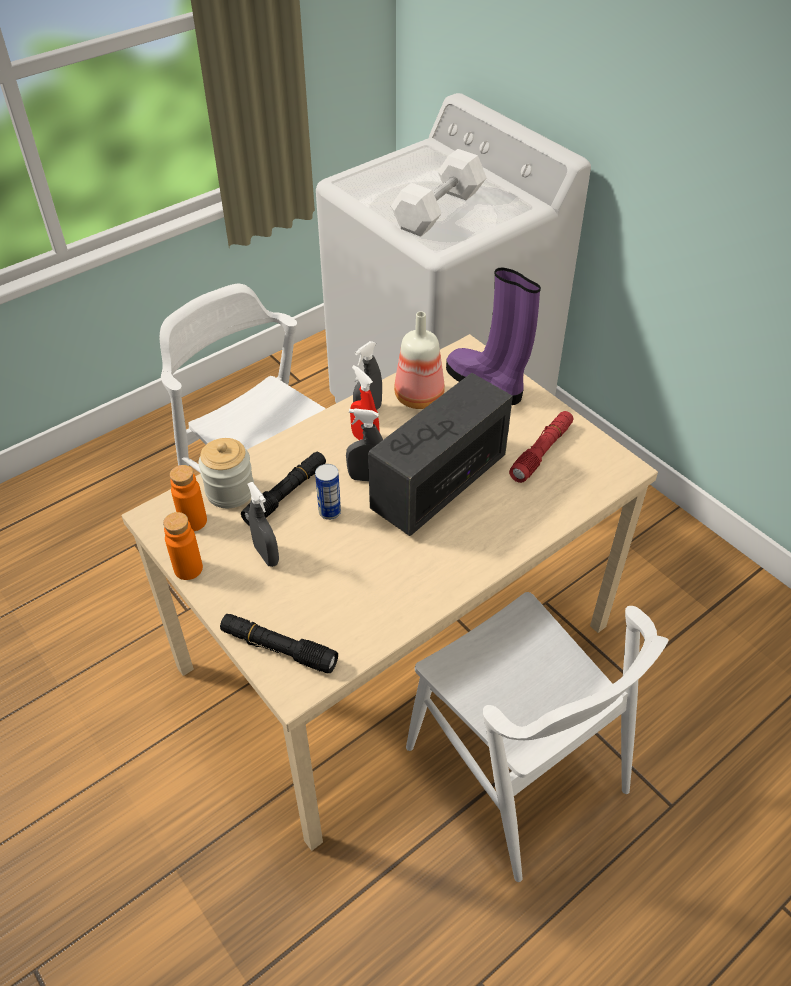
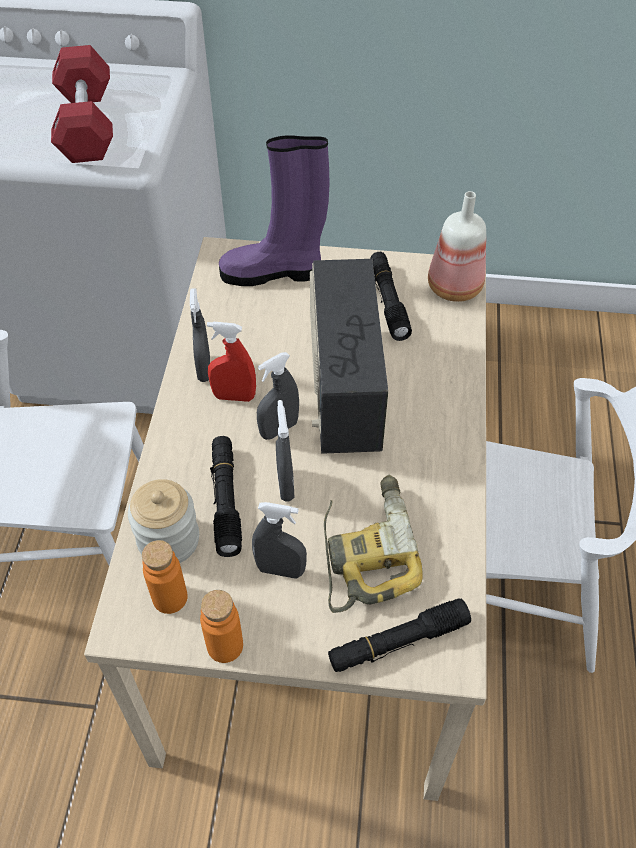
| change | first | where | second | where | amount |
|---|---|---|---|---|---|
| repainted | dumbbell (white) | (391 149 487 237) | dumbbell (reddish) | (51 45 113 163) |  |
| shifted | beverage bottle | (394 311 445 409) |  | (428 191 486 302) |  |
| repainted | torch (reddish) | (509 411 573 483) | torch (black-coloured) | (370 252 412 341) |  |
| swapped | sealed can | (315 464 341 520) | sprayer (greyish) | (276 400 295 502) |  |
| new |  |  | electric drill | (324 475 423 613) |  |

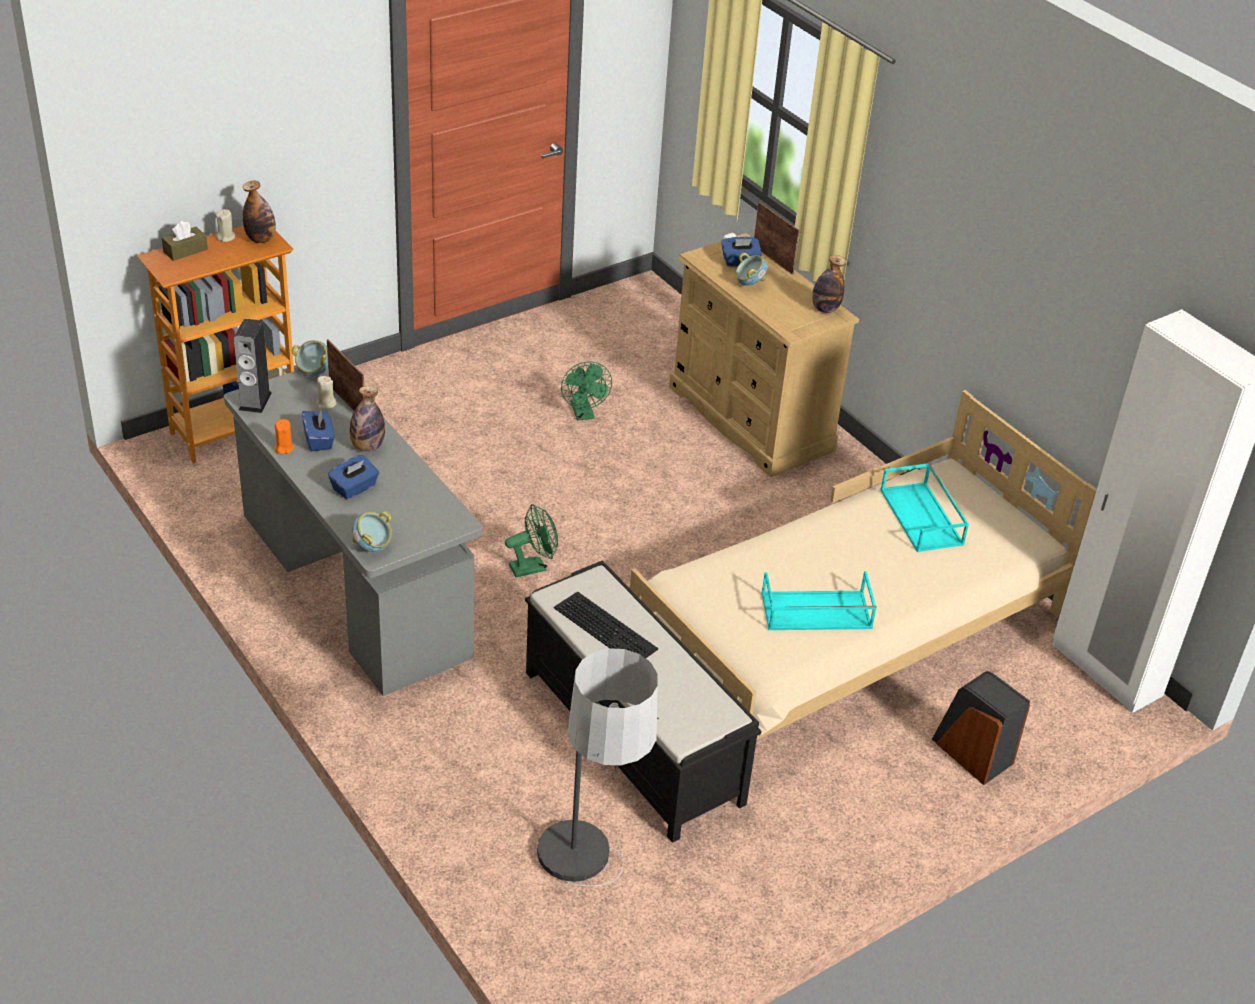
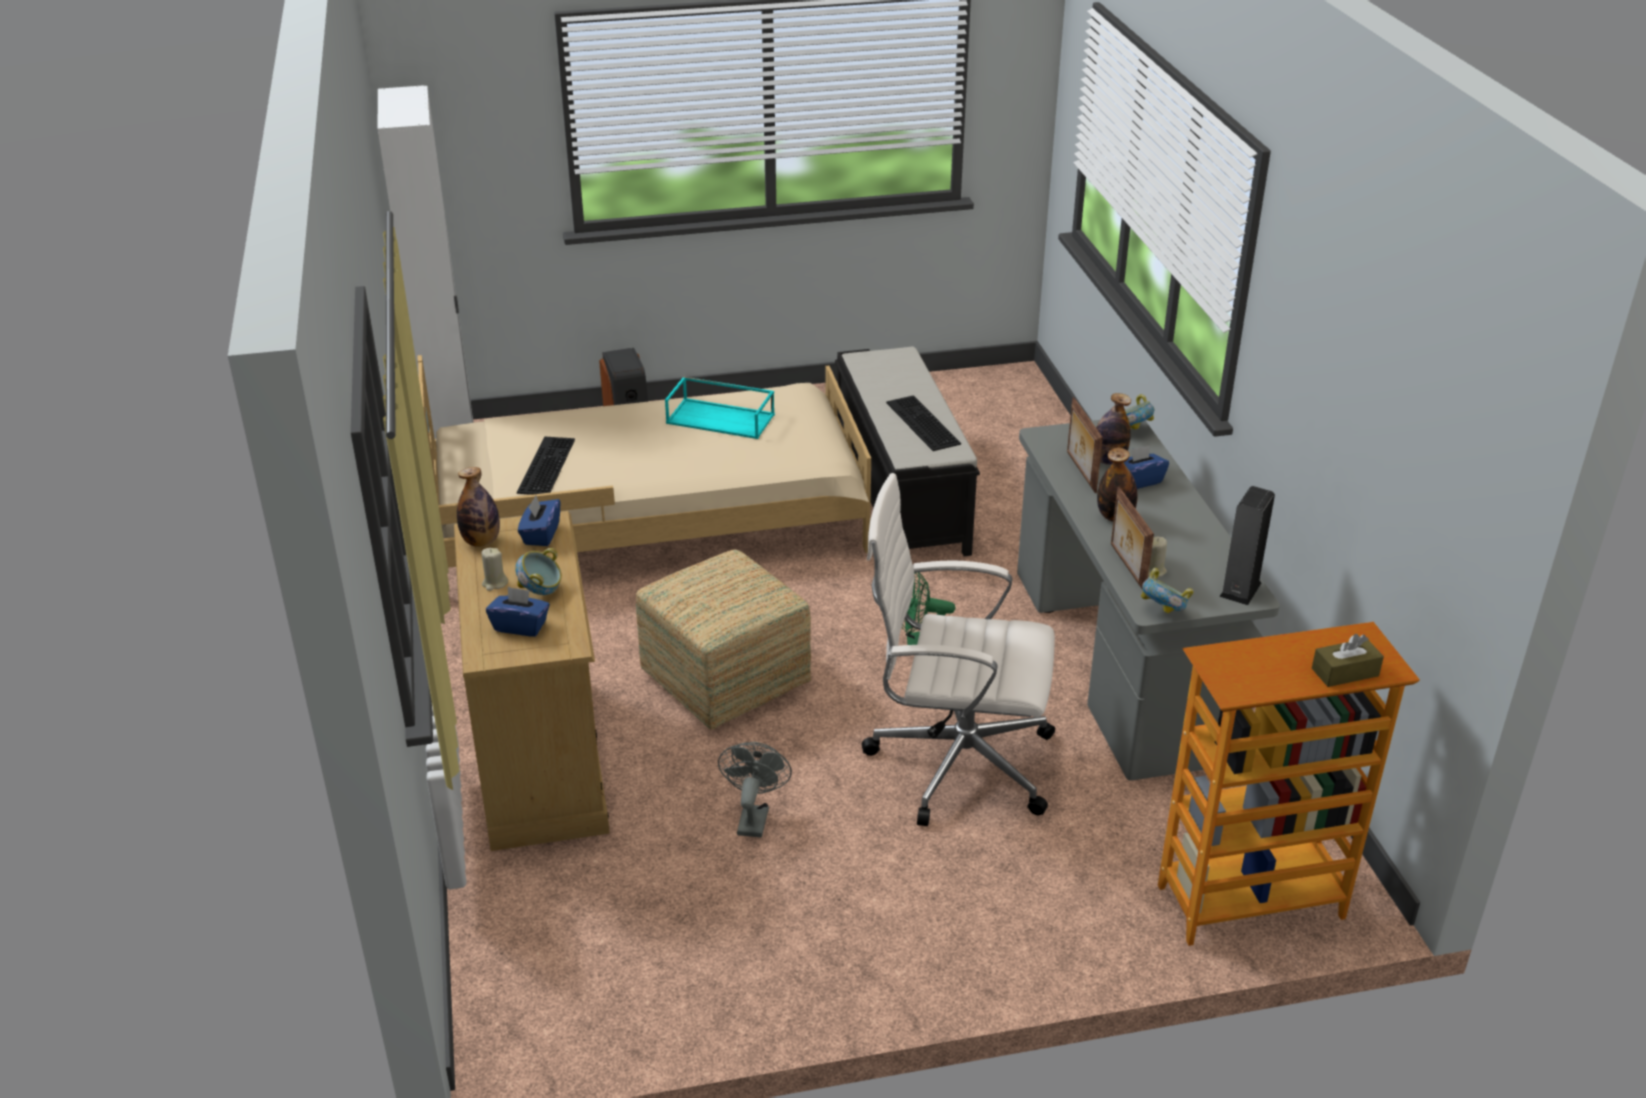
| change | first | where | second | where | amount |
|---|---|---|---|---|---|
| shifted | beverage bottle | (243 180 276 243) |  | (1096 393 1131 465) |  |
| shifted | photo frame | (754 202 800 275) |  | (1067 397 1103 493) |  |
| shifted | wax light (sand-coloured) | (216 209 235 242) |  | (482 548 508 591) |  |
| repainted | electric fan (green-coloured) | (561 362 612 421) | electric fan (greyish) | (718 742 792 838) |  |
| shifted | tissue box (blue-coloured) | (302 410 334 451) |  | (518 495 560 546) |  |
| gone | wax light (orange) | (274 419 294 454) |  |  |  |
| swapped | tray (turquoise-coloured) | (880 463 969 552) | computer keyboard | (517 436 575 495) |  |
| gone | floor lamp | (537 648 659 886) |  |  |  |
| new |  |  | computer chair (white) | (861 473 1055 826) |  |
| new |  |  | ottoman | (636 550 811 729) |  |

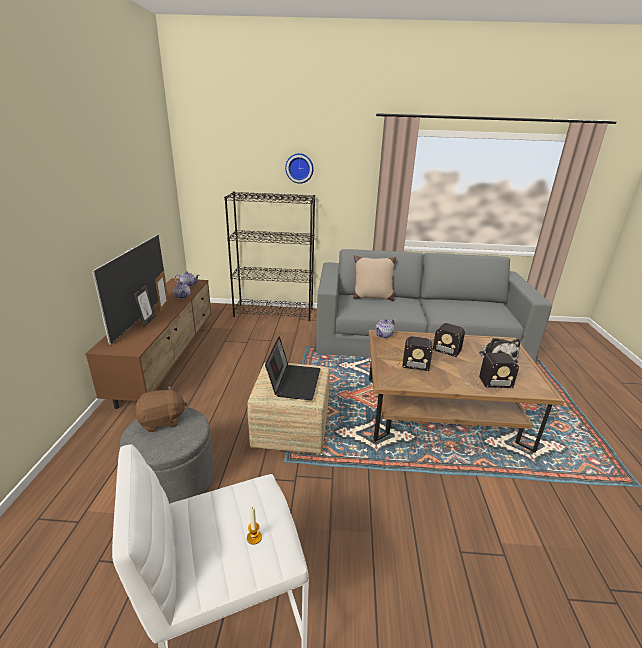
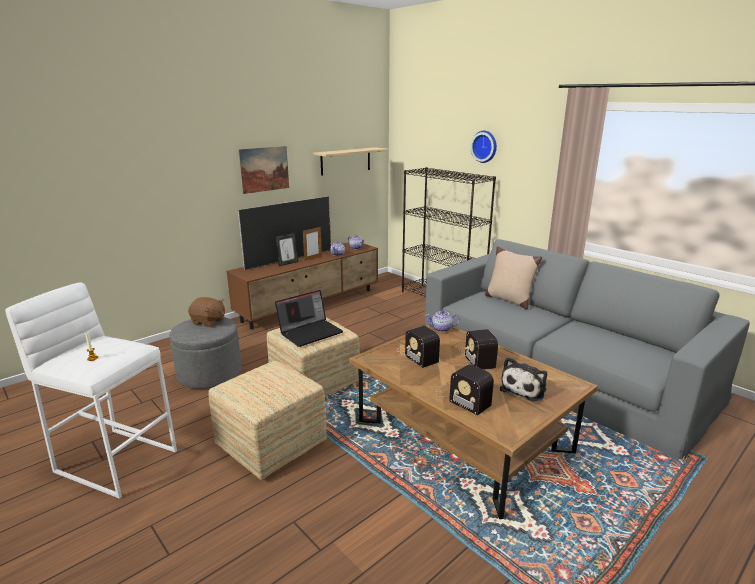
| change | first | where | second | where | amount |
|---|---|---|---|---|---|
| new |  |  | wall picture | (238 146 289 194) |  |
| new |  |  | wall shelf | (313 147 388 176) |  |
| new |  |  | ottoman | (208 361 327 480) |  |

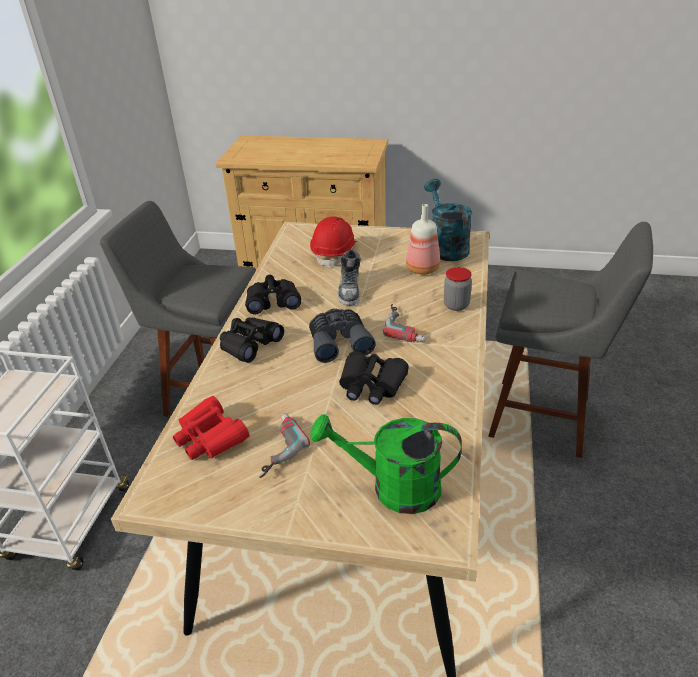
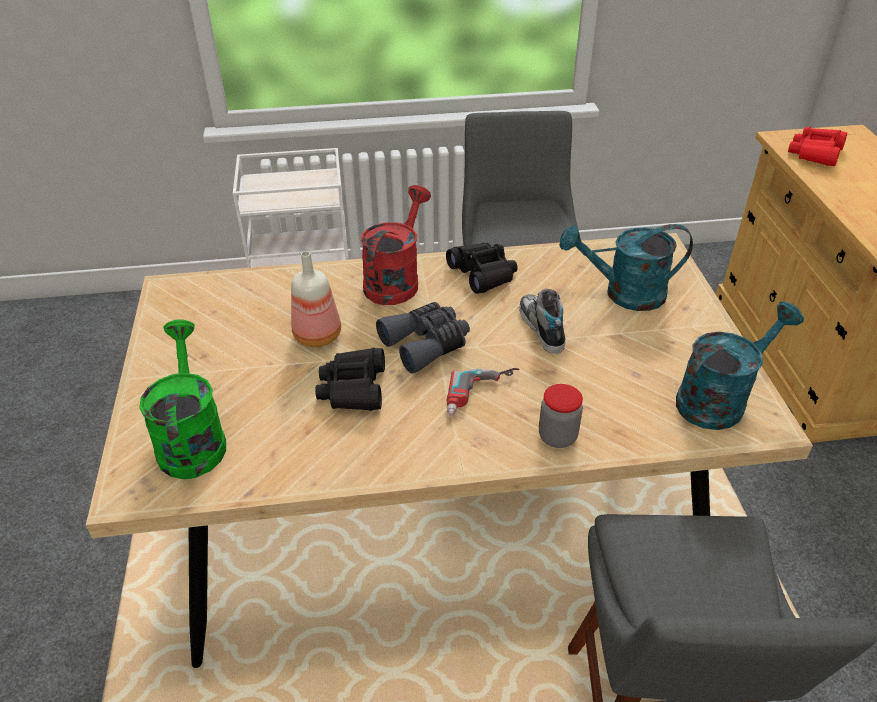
| change | first | where | second | where | amount |
|---|---|---|---|---|---|
| shifted | beverage bottle | (406 204 440 275) |  | (291 251 341 347) |  |
| swapped | work helmet (reddish) | (310 217 357 268) | sprinkling can (turquoise-coloured) | (560 224 693 311) |  |
| rotated | item of footwear | (338 250 361 305) |  | (519 289 565 354) | 90 degrees clockwise |
| swapped | binoculars (black-coloured) | (220 318 284 363) | sprinkling can (reddish) | (361 185 431 305) |  |
| shifted | binoculars (reddish) | (173 396 249 460) |  | (788 126 847 166) |  |
| gone | electric drill | (259 413 310 478) |  |  |  |

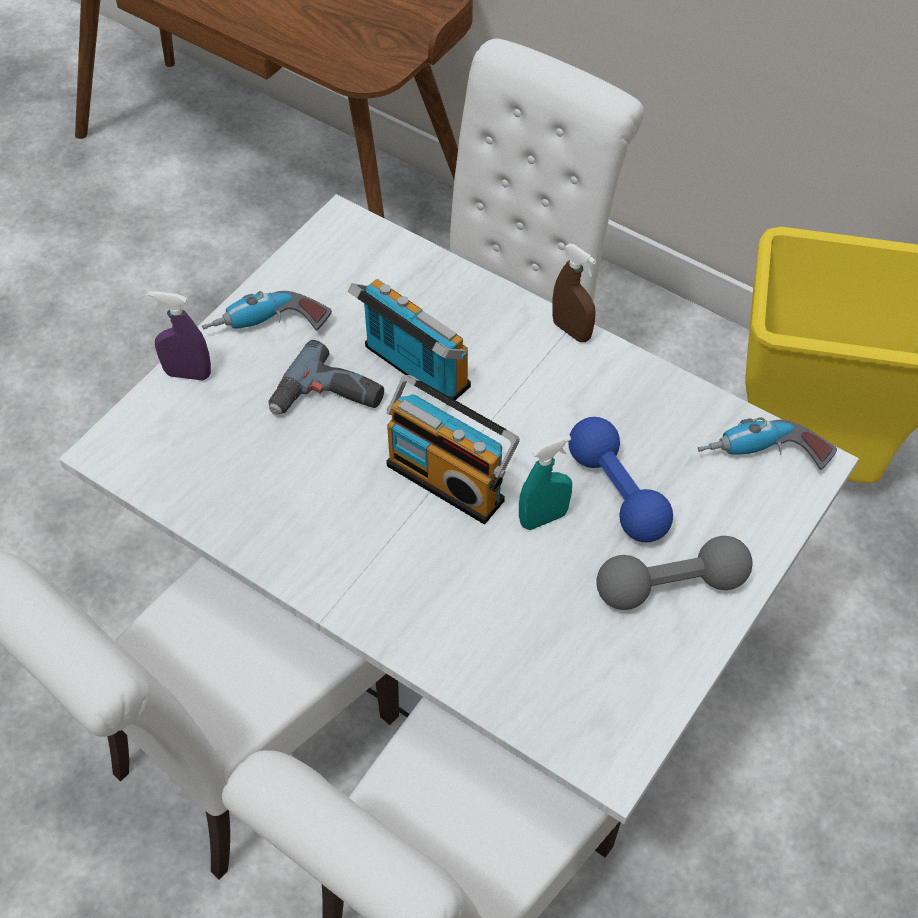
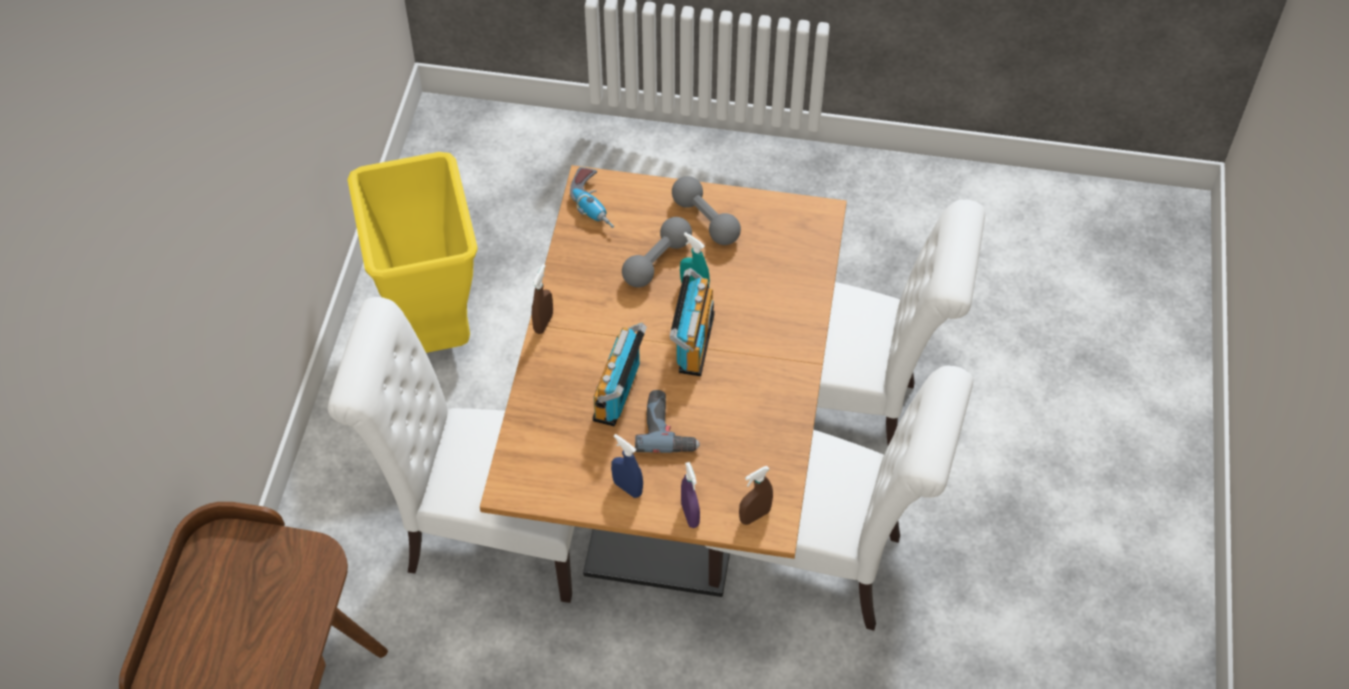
| change | first | where | second | where | amount |
|---|---|---|---|---|---|
| repainted | dinner table (white) | (59 194 859 824) | dinner table (brown) | (480 165 847 597) |  |
| swapped | electric drill | (202 291 332 330) | sprayer (blue-coloured) | (611 434 643 498) |  |
| repainted | dumbbell (blue-coloured) | (568 417 673 543) | dumbbell (greyish) | (622 217 692 287) |  |
| new |  |  | sprayer (brown) | (739 466 773 525) |  |

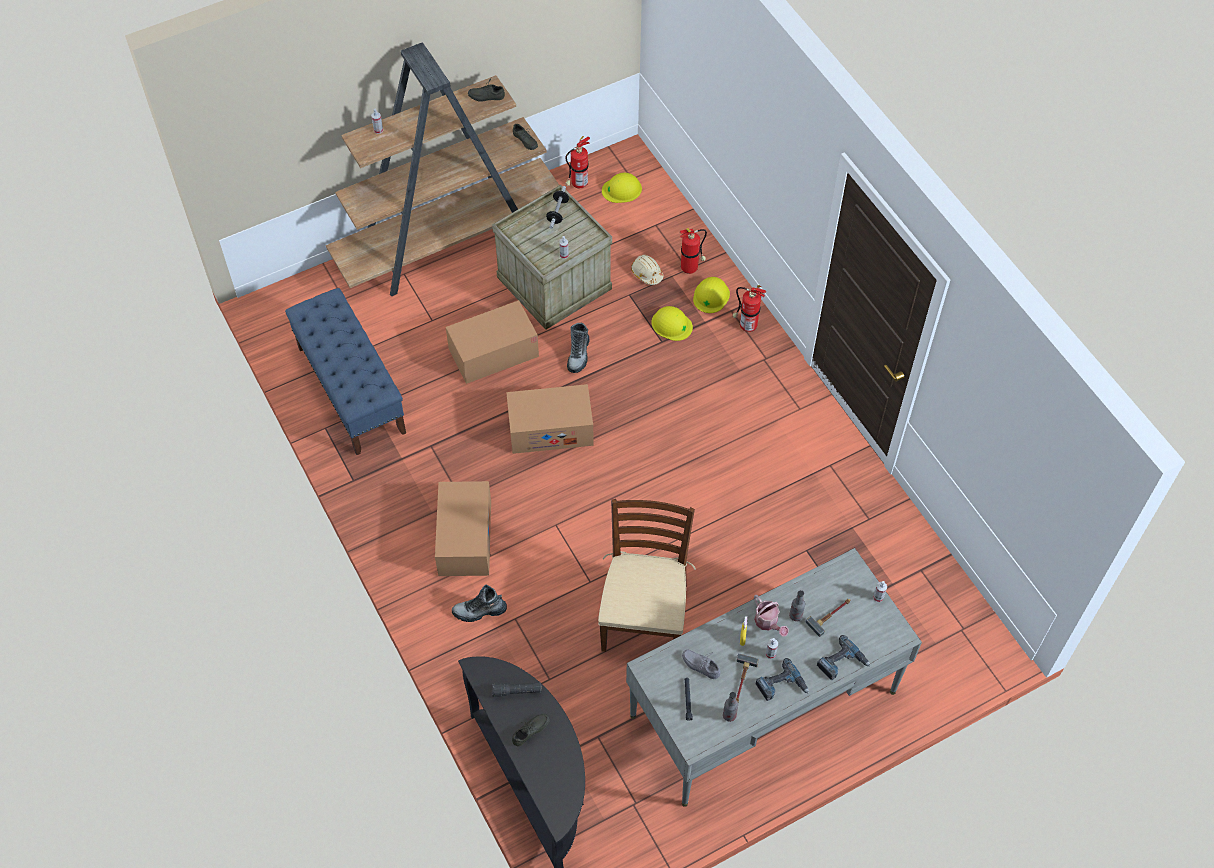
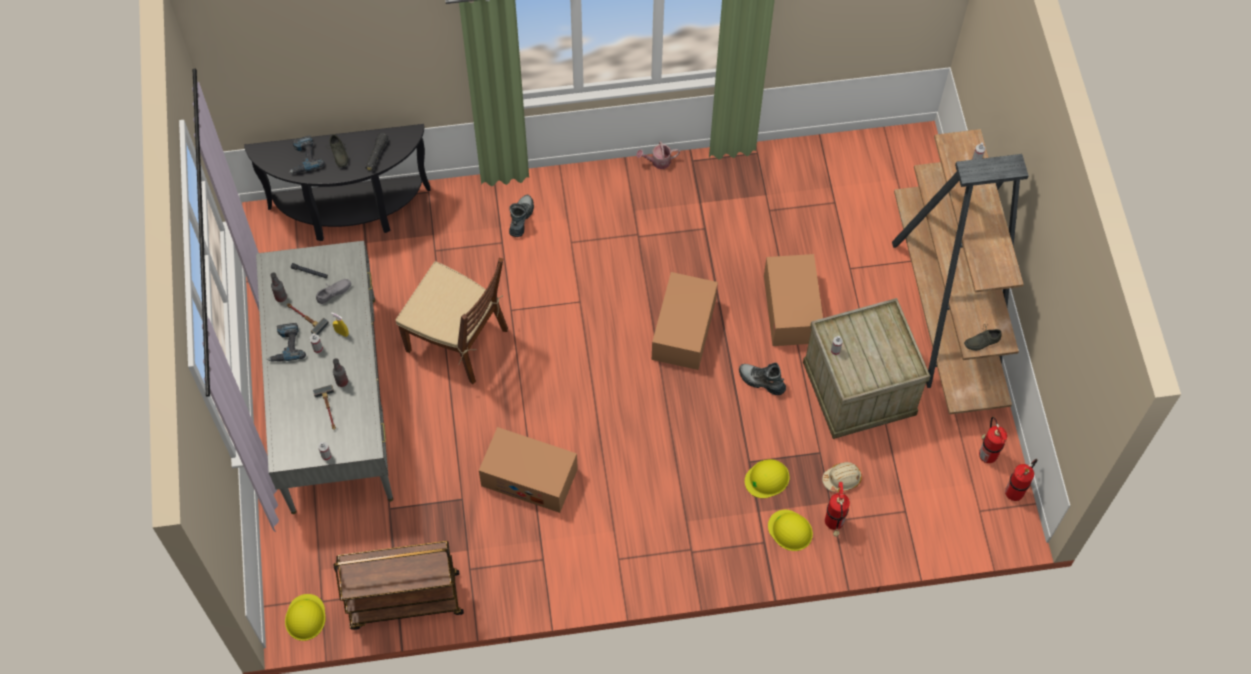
| change | first | where | second | where | amount |
|---|---|---|---|---|---|
| gone | item of footwear (greyish) | (468 79 505 102) |  |  |  |
| shifted | work helmet (yellowish) | (602 173 642 203) |  | (285 594 325 641) |  |
| gone | dumbbell | (546 186 569 229) |  |  |  |
| shifted | fire-fighting cylinder | (732 285 766 332) |  | (1005 459 1038 501) |  |
| gone | indoor bench (blue-coloured) | (285 288 406 455) |  |  |  |
| shifted | cardboard box | (435 481 491 576) |  | (479 427 578 513) |  |
| shifted | sprinkling can | (754 595 788 637) |  | (636 141 680 169) |  |
| shifted | electric drill | (817 635 870 680) |  | (289 136 325 173) |  |
| new |  |  | cart (brown) | (334 541 464 630) |  |

